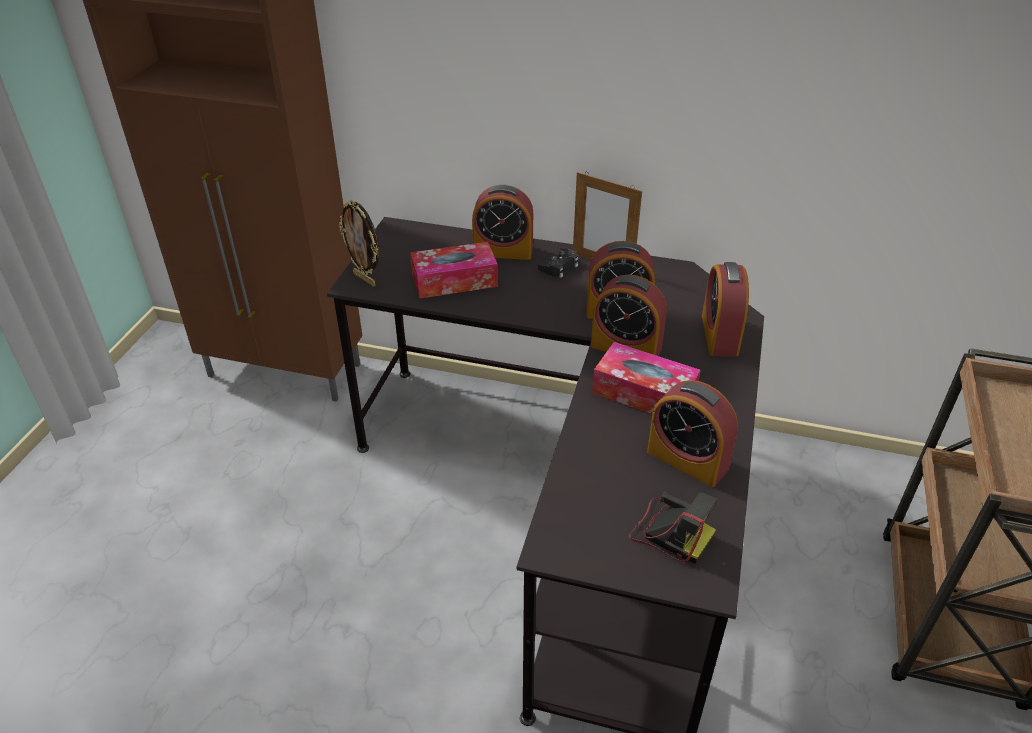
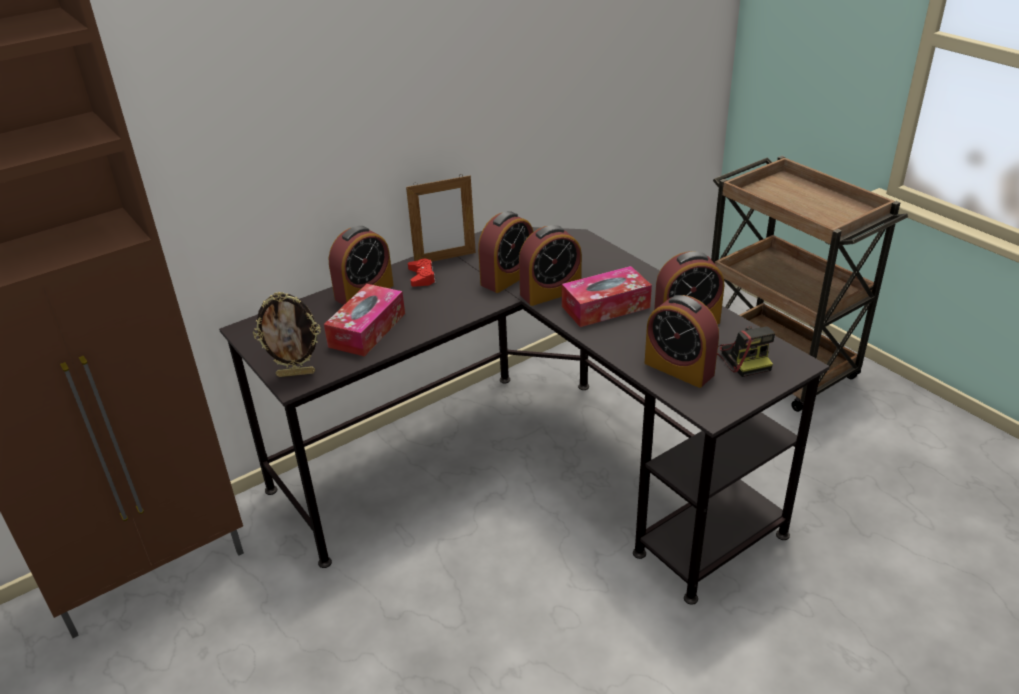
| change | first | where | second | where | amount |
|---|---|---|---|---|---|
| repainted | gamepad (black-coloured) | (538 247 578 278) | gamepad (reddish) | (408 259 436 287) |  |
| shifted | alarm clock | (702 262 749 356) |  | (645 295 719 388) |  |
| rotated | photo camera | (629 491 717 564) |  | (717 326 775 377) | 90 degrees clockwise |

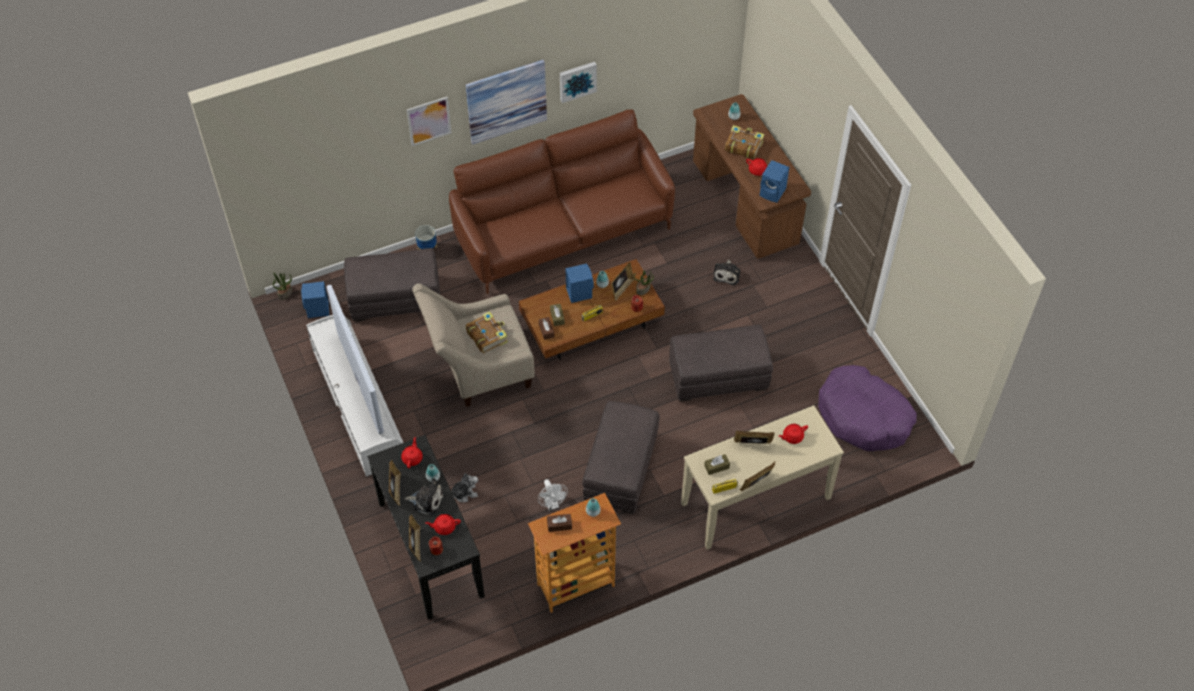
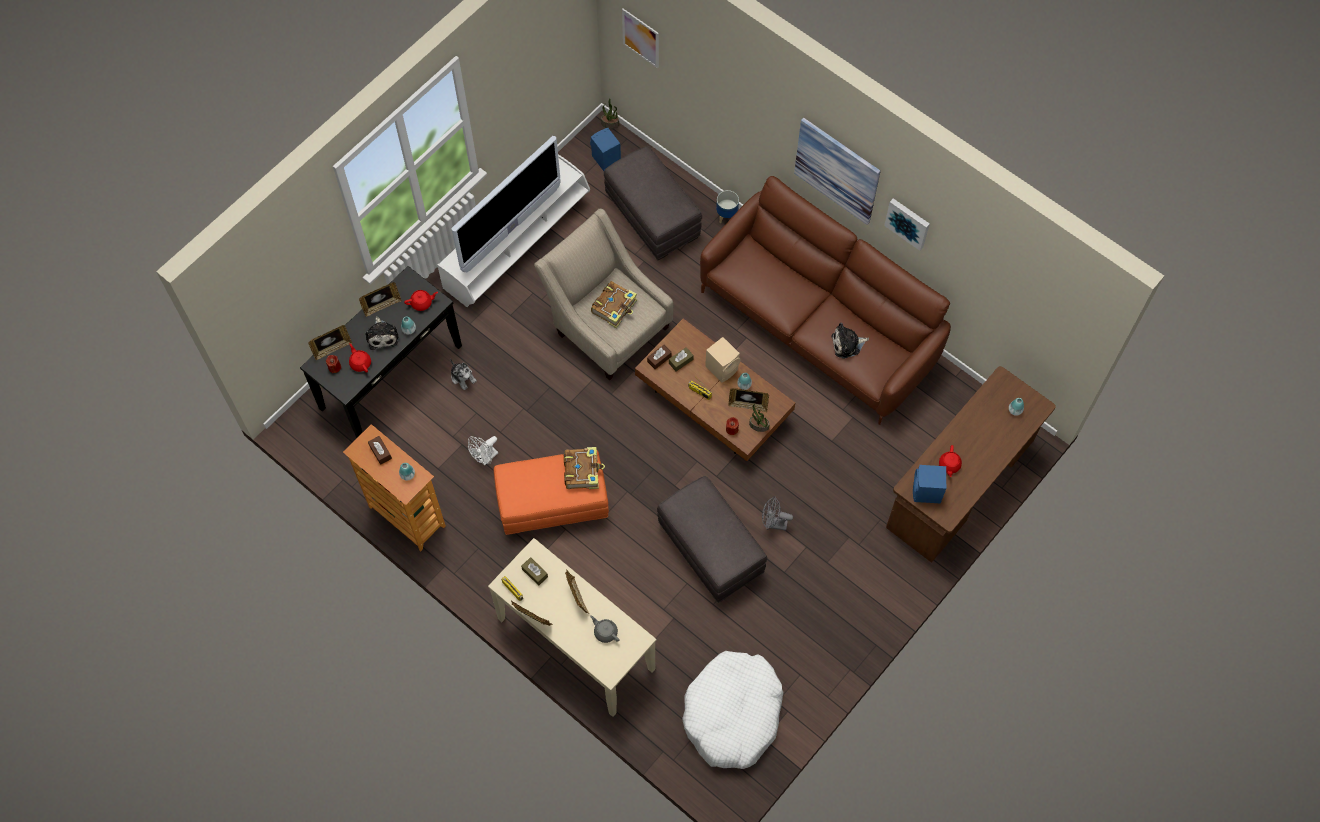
| change | first | where | second | where | amount |
|---|---|---|---|---|---|
| shifted | wall picture | (407 97 452 146) |  | (622 9 659 68) |  |
| shifted | book | (725 125 764 159) |  | (564 447 605 489) |  |
| shifted | plush toy | (713 260 740 285) |  | (831 323 869 358) |  |
| repainted | audio speaker (blue-coloured) | (566 263 594 303) | audio speaker (sand-coloured) | (705 337 740 383) |  |
| repainted | pet bed (purple) | (818 365 917 451) | pet bed (white) | (682 651 783 769) |  |
| repainted | ottoman (greyish) | (582 401 660 514) | ottoman (orange) | (494 450 609 535) |  |
| repainted | tea pot (reddish) | (778 424 808 444) | tea pot (greyish) | (590 615 620 643) |  |
| new |  |  | electric fan (greyish) | (762 496 793 531) |  |

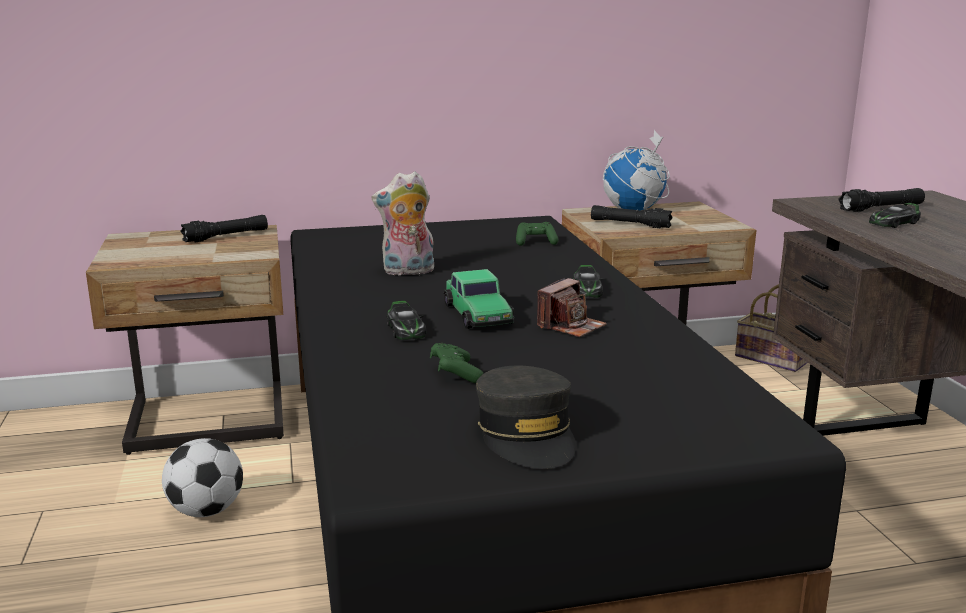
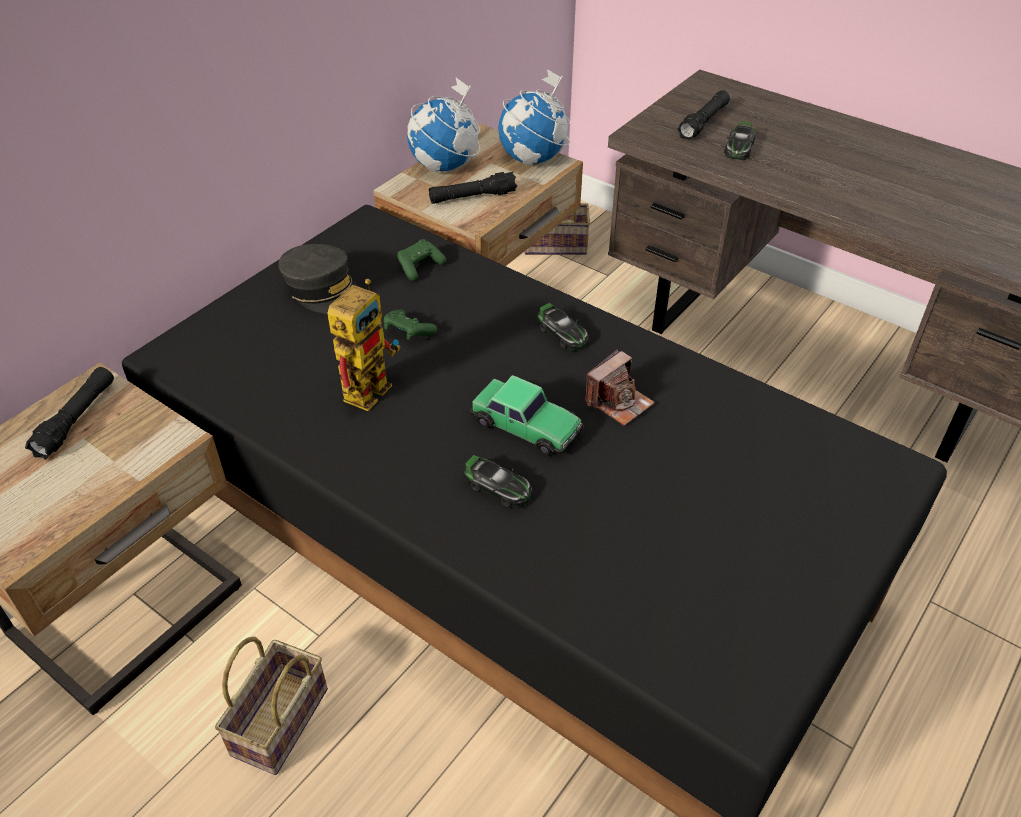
| change | first | where | second | where | amount |
|---|---|---|---|---|---|
| swapped | plush toy | (372 171 434 276) | toy robot | (327 279 401 411) |  |
| rotated | photo camera | (537 278 607 337) |  | (585 349 655 426) | 45 degrees clockwise |
| shifted | gamepad (green-coloured) | (430 343 483 383) |  | (384 309 437 340) |  |
| shifted | baseball cap (greyish) | (476 365 576 469) |  | (278 244 360 314) |  |
| swapped | football ball | (162 438 243 517) | basket | (215 636 328 775) |  |
| new |  |  | desk globe | (498 69 570 166) |  |

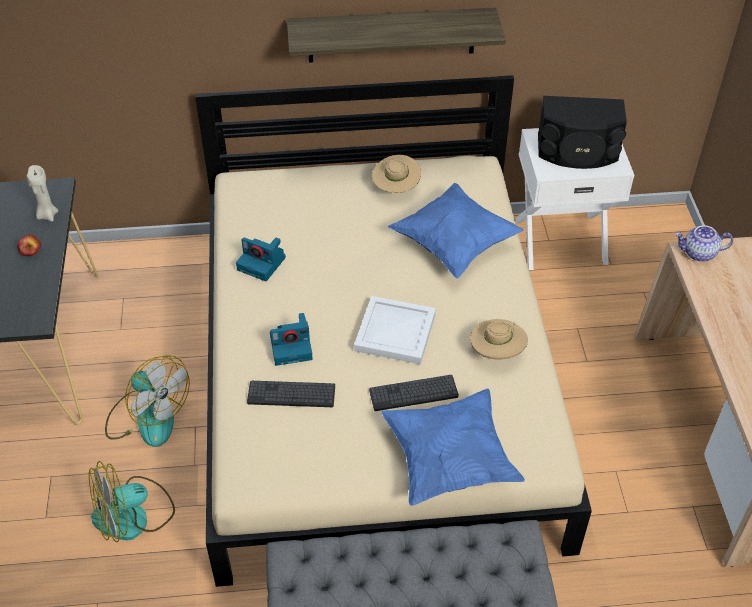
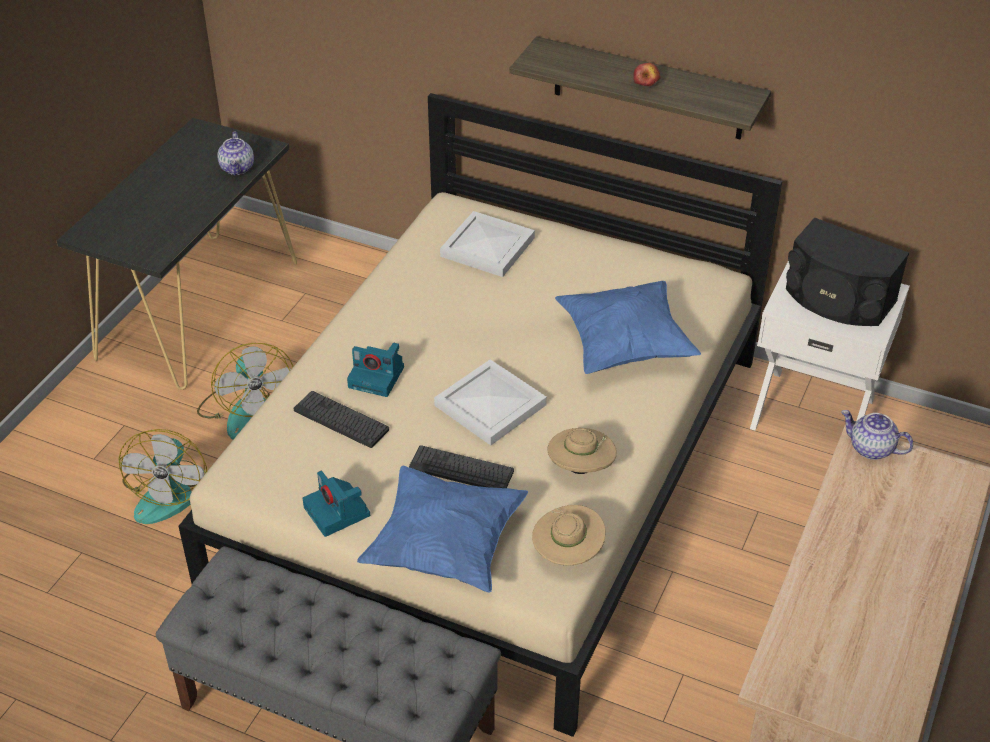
| change | first | where | second | where | amount |
|---|---|---|---|---|---|
| shifted | hat (sand-coloured) | (372 155 421 193) |  | (532 505 606 566) |  |
| swapped | wax light (sand-coloured) | (27 165 58 222) | tea pot | (217 132 254 175) |  |
| shifted | apple | (17 234 41 256) |  | (633 63 661 86) |  |
| shifted | photo camera | (236 237 286 281) |  | (302 471 370 537) |  |
| rotated | electric fan | (89 461 175 542) |  | (119 429 207 524) | 90 degrees counterclockwise |
| new |  |  | tray (white) | (440 211 535 277) |  |

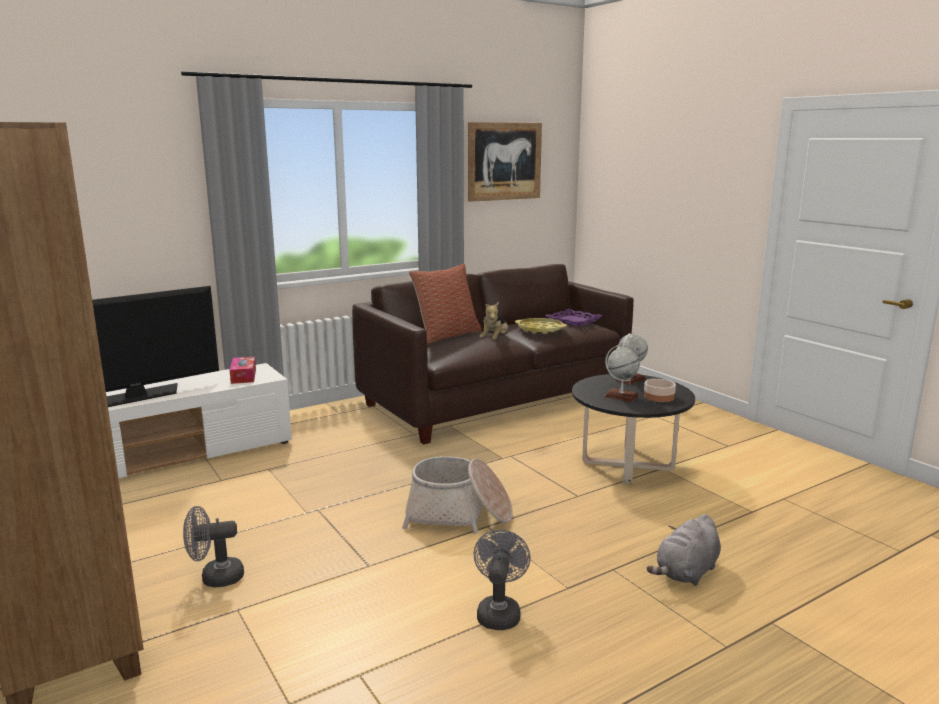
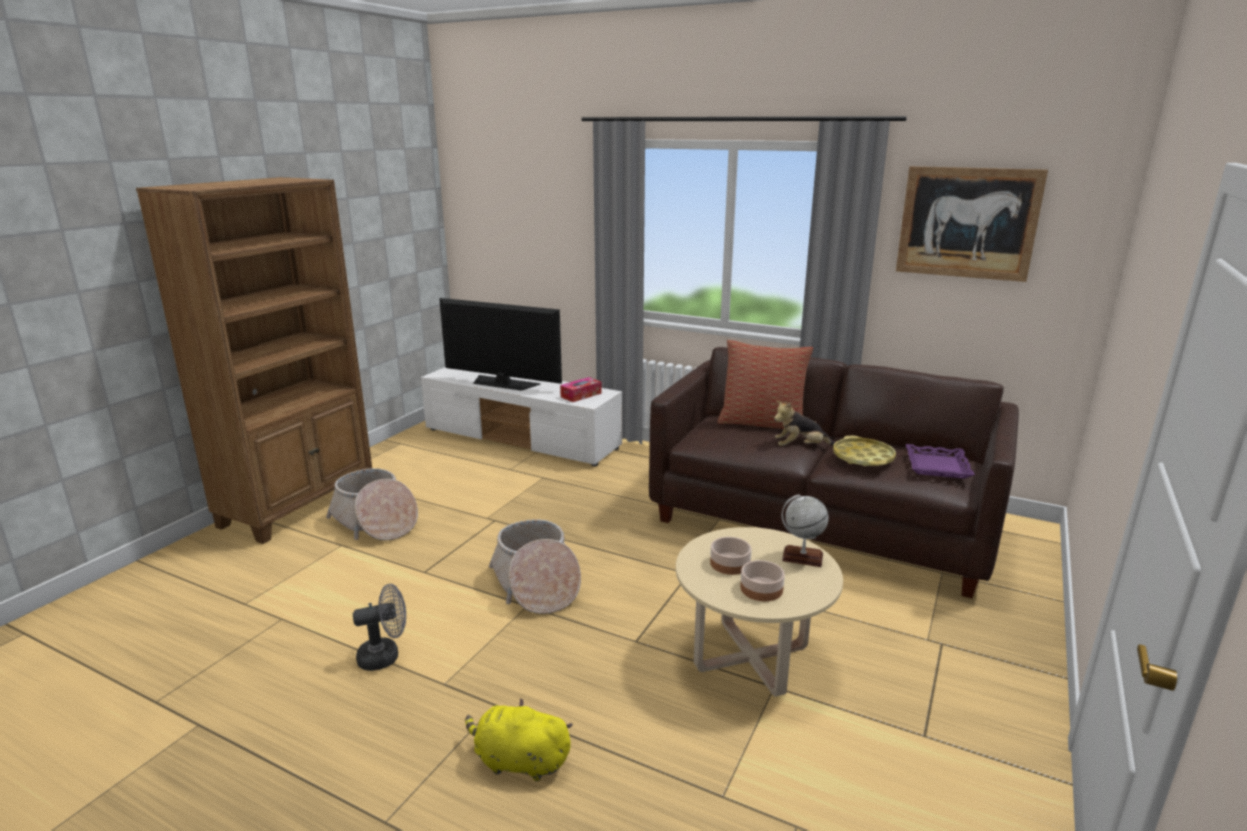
| change | first | where | second | where | amount |
|---|---|---|---|---|---|
| swapped | desk globe | (604 345 640 402) | deep dish | (710 537 752 575) |  |
| repainted | low table (black-coloured) | (572 374 695 484) | low table (sand-coloured) | (676 527 843 697) |  |
| swapped | electric fan (greyish) | (183 506 244 588) | basket | (326 468 418 541) |  |
| repainted | plush toy (greyish) | (647 514 721 586) | plush toy (yellowish) | (465 698 573 782) |  |

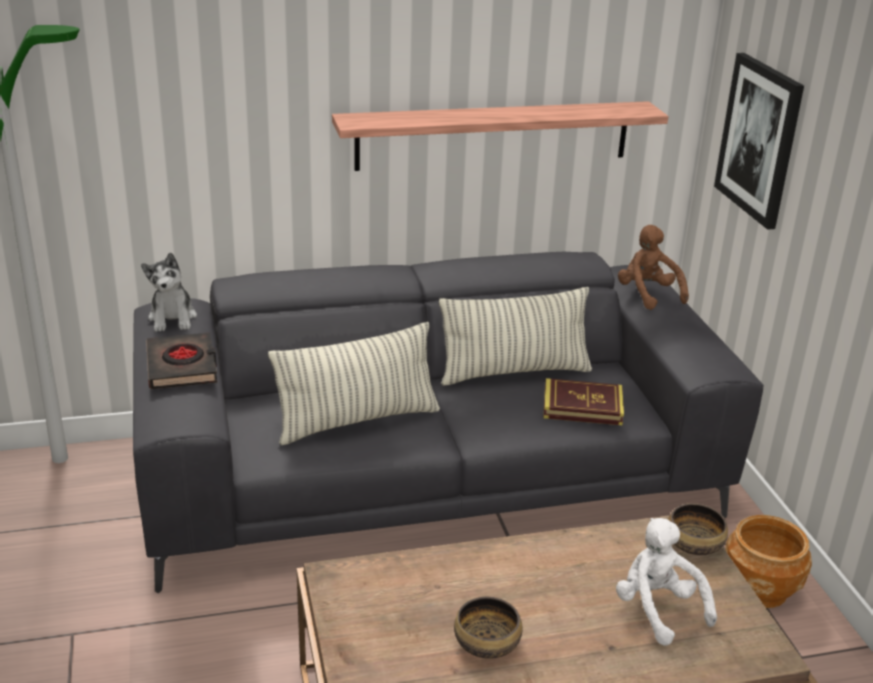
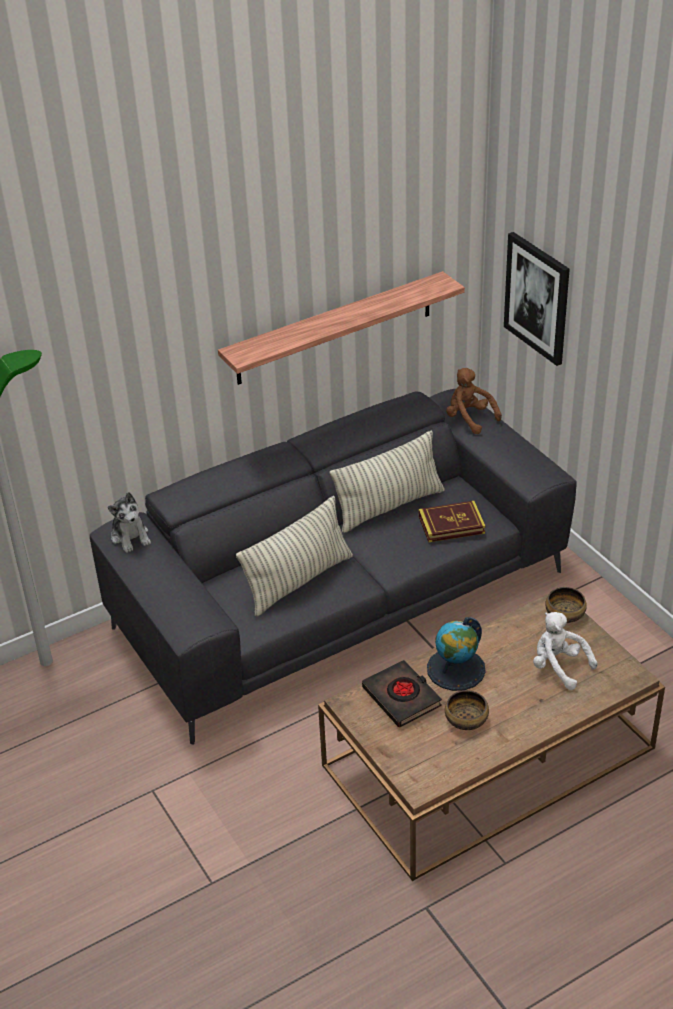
| change | first | where | second | where | amount |
|---|---|---|---|---|---|
| shifted | book (black-coloured) | (146 332 217 389) |  | (362 660 442 728) |  |
| gone | flower pot (brown) | (725 515 812 608) |  |  |  |
| new |  |  | desk globe | (427 617 486 691) |  |

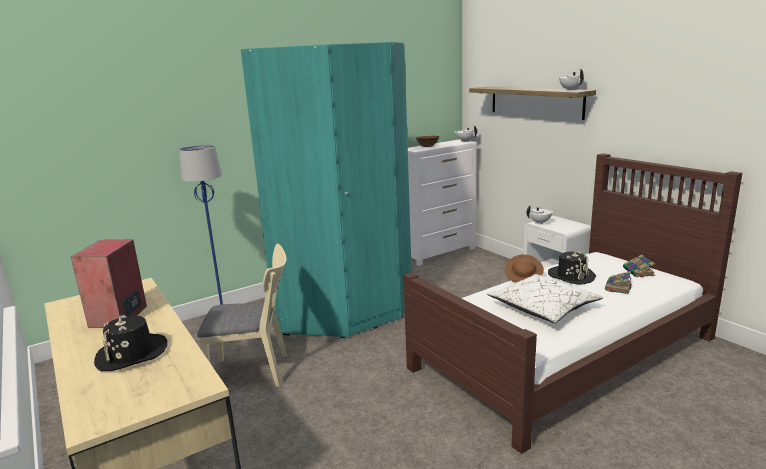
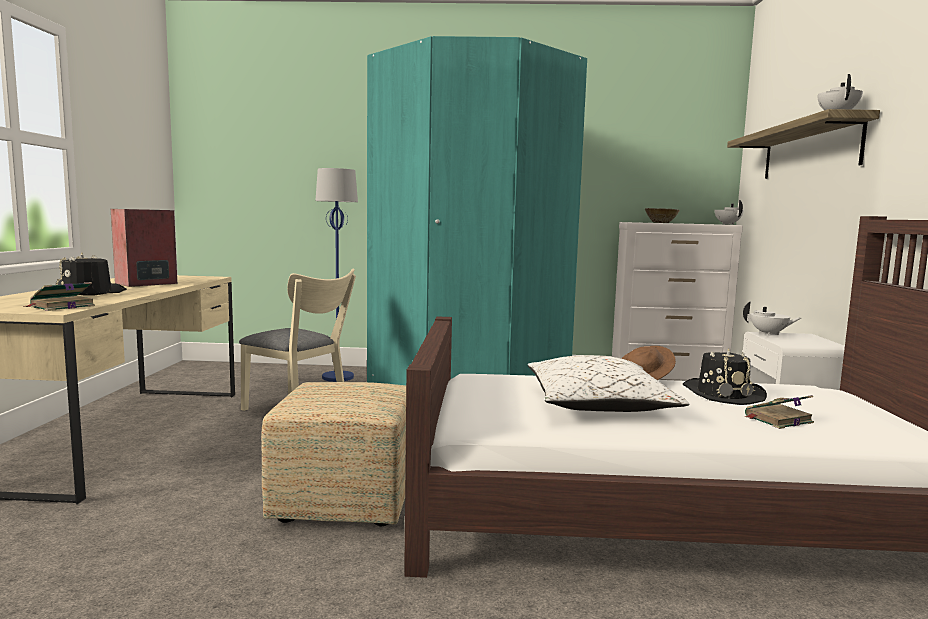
| change | first | where | second | where | amount |
|---|---|---|---|---|---|
| shifted | book | (623 255 655 278) |  | (26 282 95 311) |  |
| new |  |  | ottoman | (261 382 406 526) |  |

